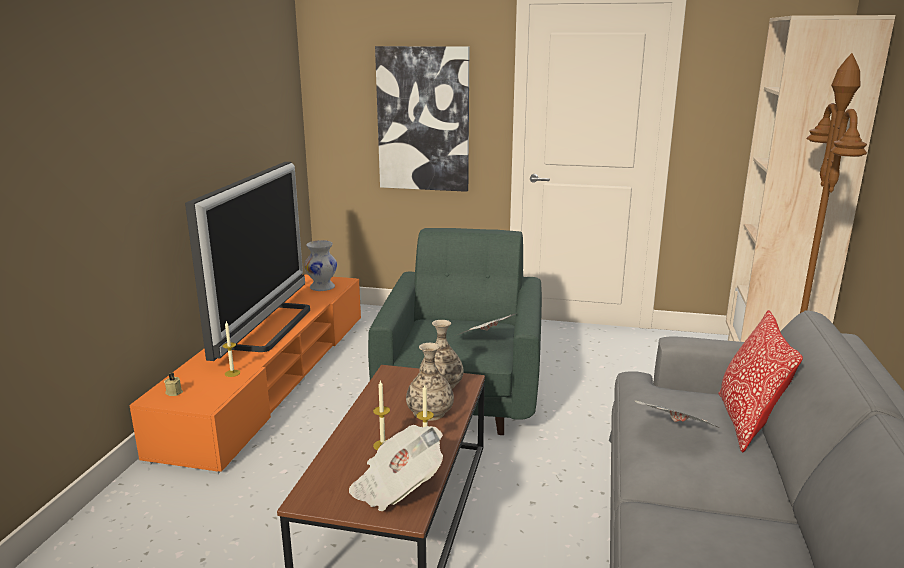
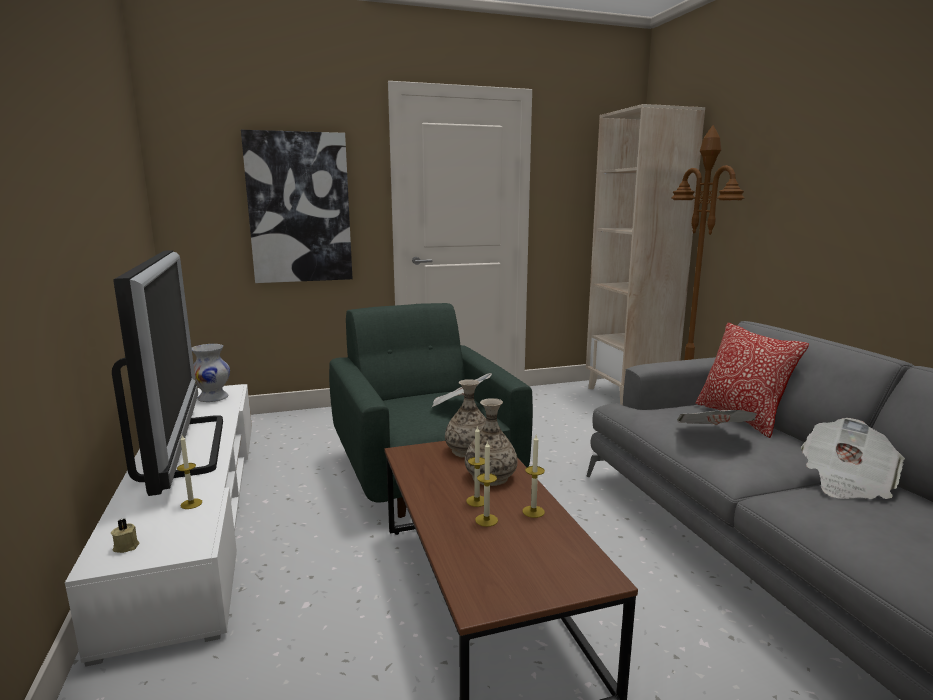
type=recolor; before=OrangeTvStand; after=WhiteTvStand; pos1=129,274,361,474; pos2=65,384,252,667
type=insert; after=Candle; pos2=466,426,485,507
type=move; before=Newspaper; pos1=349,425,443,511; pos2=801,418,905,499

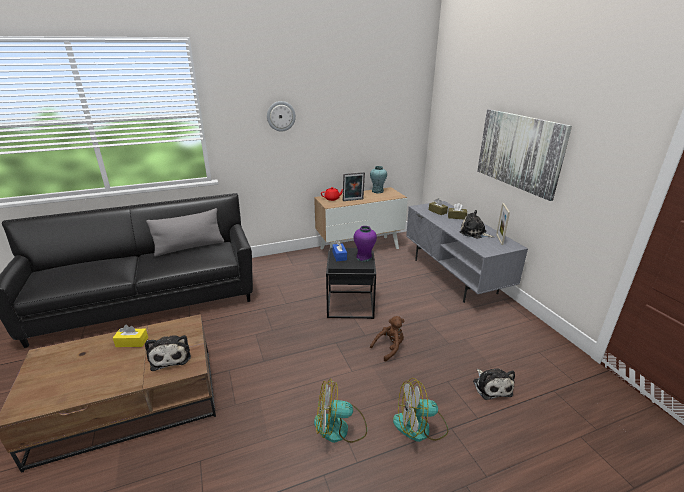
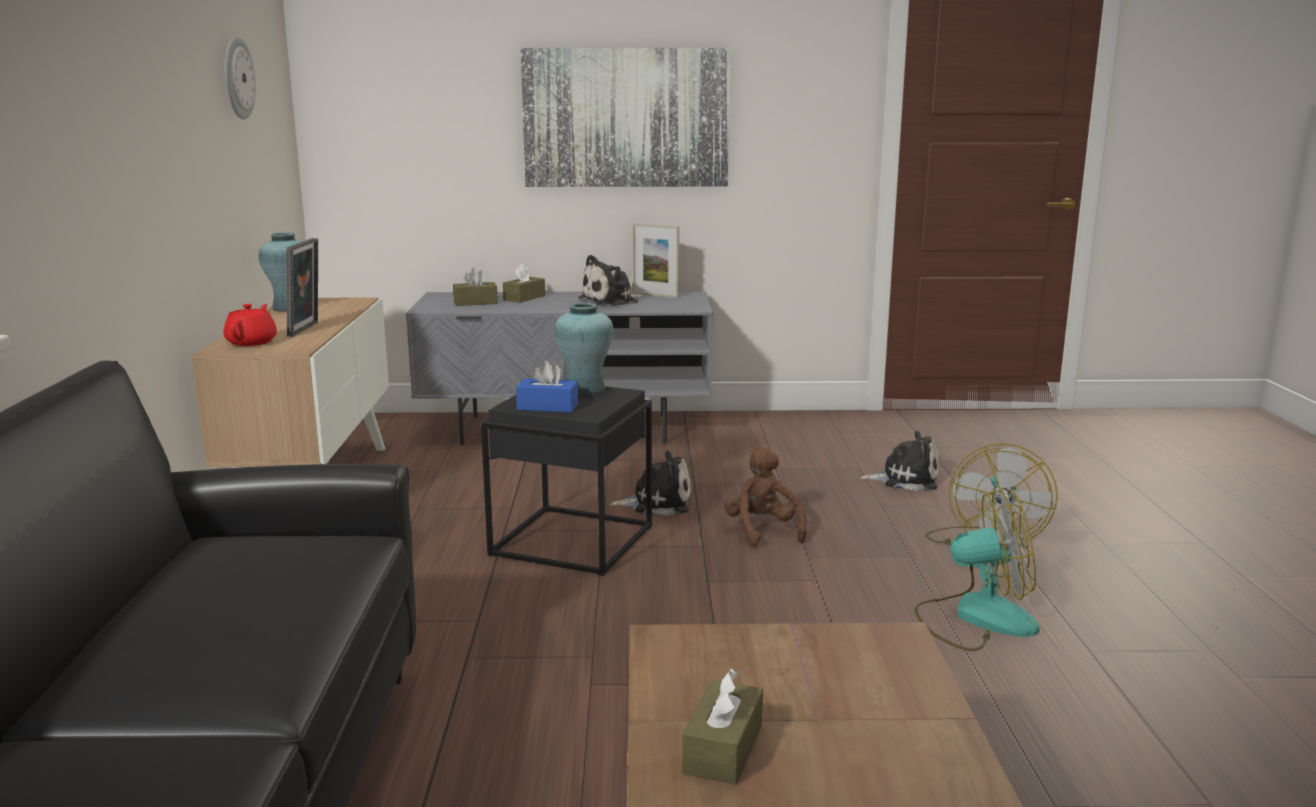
type=move; before=WallClock; pos1=267,101,296,131; pos2=225,37,256,119
type=recolor; before=PurpleVase; after=TurquoiseVase; pos1=354,226,377,262; pos2=554,303,614,396
type=move; before=PlushToy; pos1=145,335,191,371; pos2=610,450,691,516
type=recolor; before=YellowTissueBox; after=BrownTissueBox; pos1=113,325,148,347; pos2=682,668,763,785
type=rotate; before=Fan; pos1=314,379,367,443; pos2=915,485,1040,651; turn=-105
type=delete; before=GreyPillow; pos1=146,208,224,256

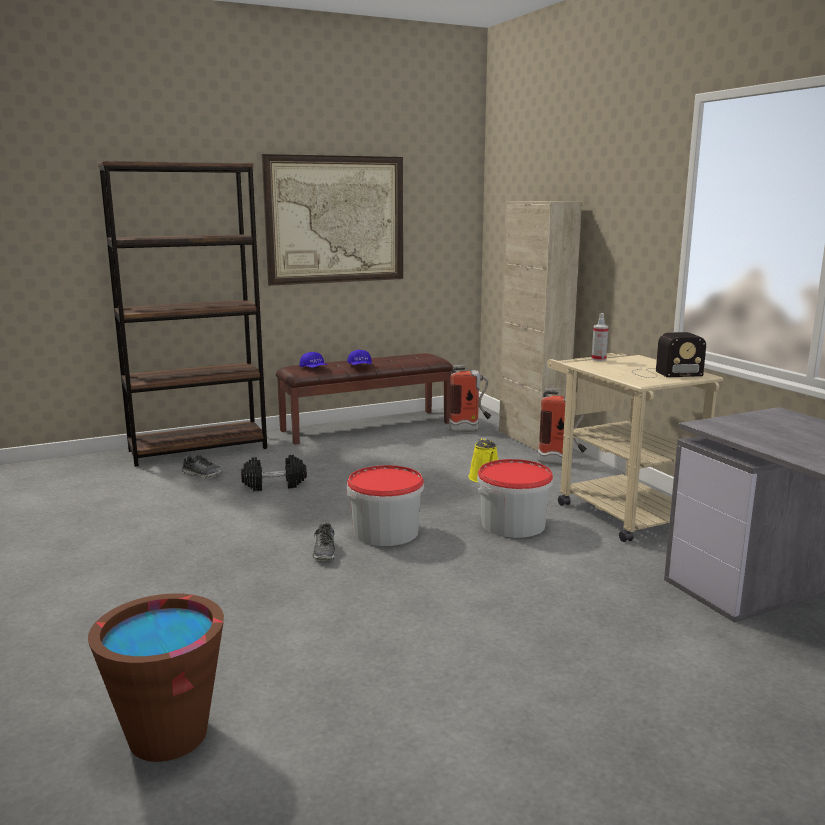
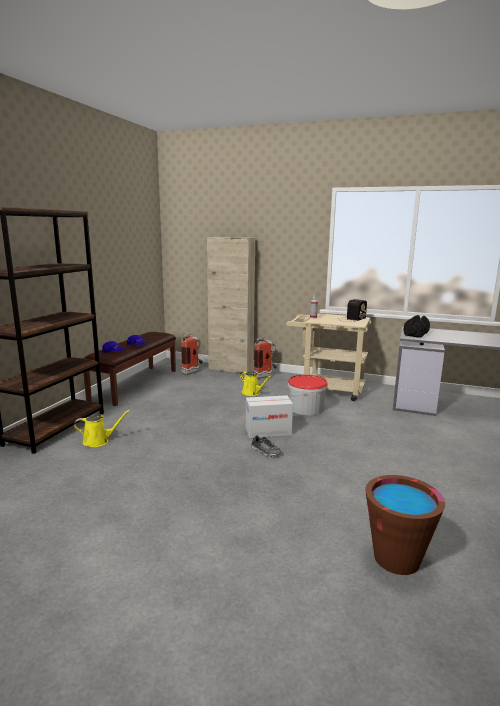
type=replace; before=Shoe; after=YellowWateringCan; pos1=182,455,222,478; pos2=74,410,130,447
type=replace; before=Bucket; after=CardboardBox; pos1=346,465,424,546; pos2=246,395,293,438
type=move; before=BlackDumbbell; pos1=241,455,307,491; pos2=403,315,430,338
type=delete; before=Picture; pos1=262,154,403,286

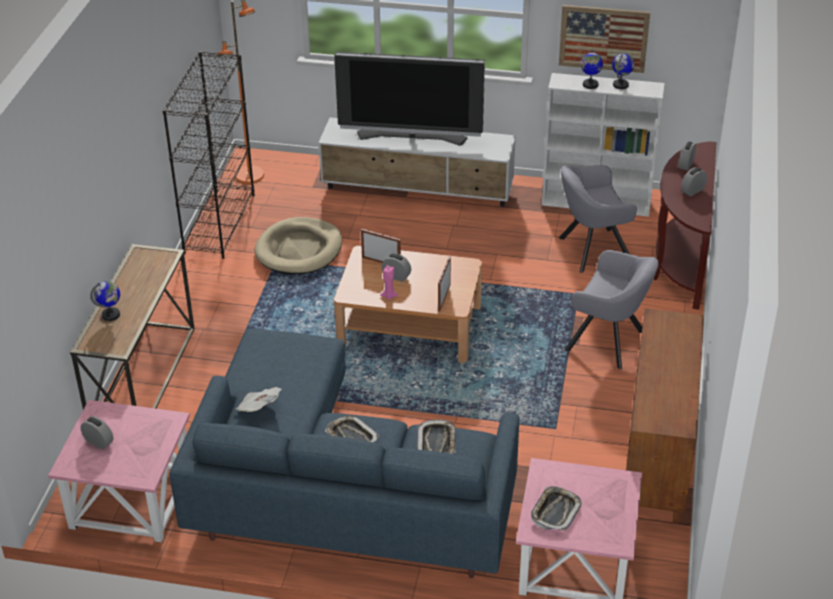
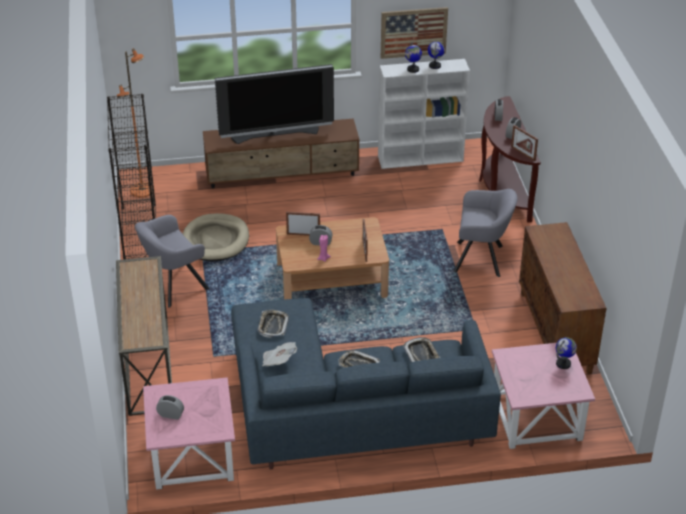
type=move; before=GreyArmchair; pos1=559,165,637,273; pos2=135,215,210,307
type=recolor; before=WhiteTvStand; after=BrownTvStand; pos1=318,117,516,207; pos2=203,118,360,188
type=move; before=Tray; pos1=531,487,581,531; pos2=257,310,289,338
type=insert; after=PictureFrame; pos2=511,125,538,161
type=move; before=Globe; pos1=90,281,120,321; pos2=556,337,577,369

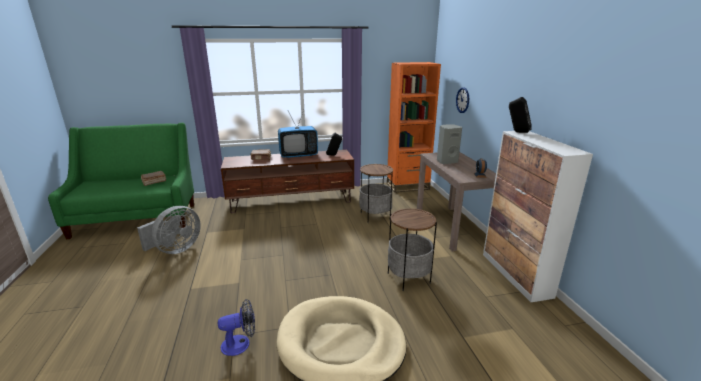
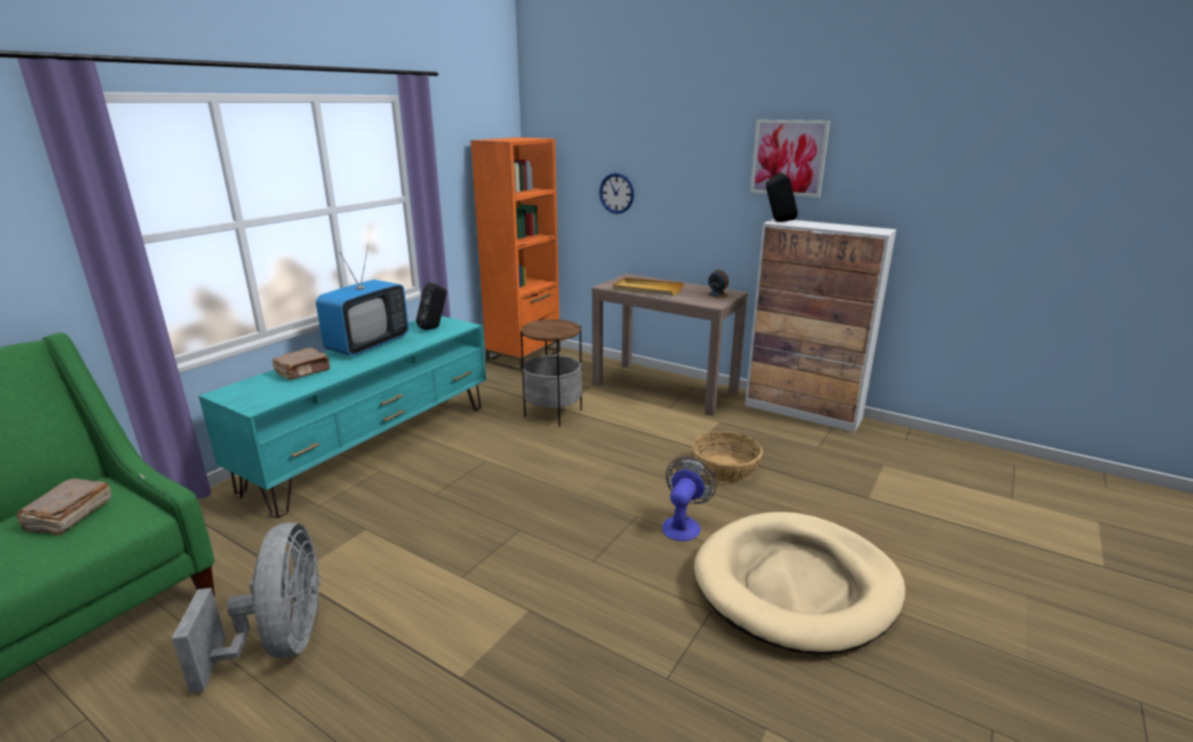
type=recolor; before=BrownTvStand; after=TurquoiseTvStand; pos1=221,150,354,213; pos2=199,316,486,518
type=replace; before=GreySpeaker; after=BeigeTray; pos1=437,124,462,164; pos2=612,278,684,296
type=move; before=Fan; pos1=218,299,255,356; pos2=662,457,716,541
type=replace; before=SideTable; after=Basket; pos1=388,208,437,291; pos2=692,431,763,483
type=insert; after=Picture; pos2=750,120,830,198

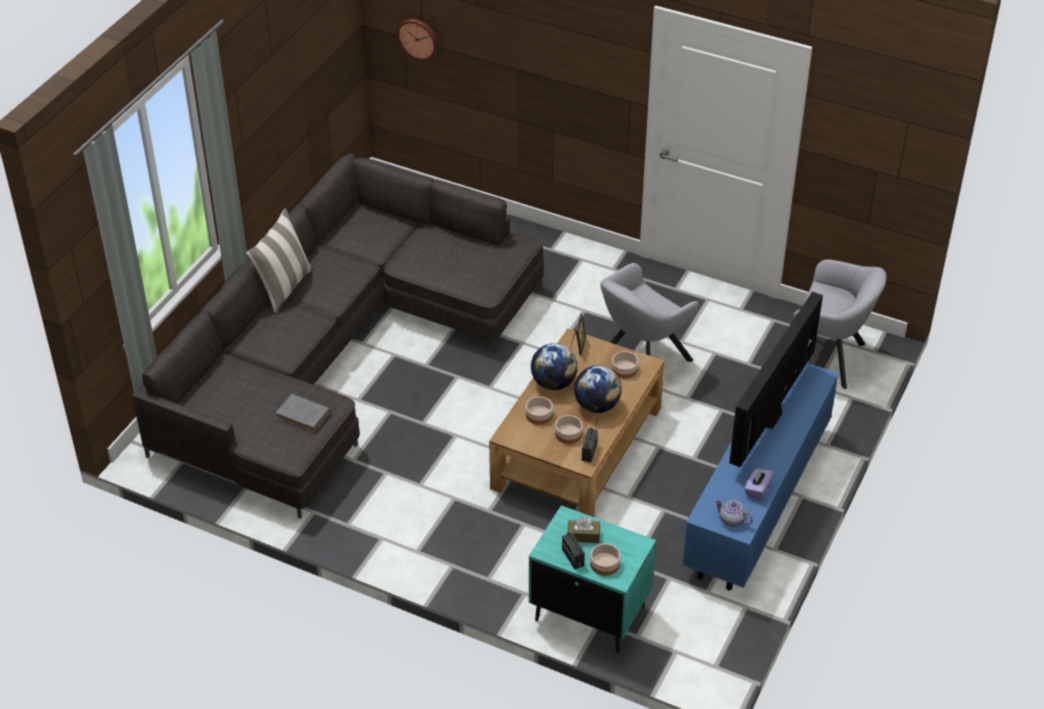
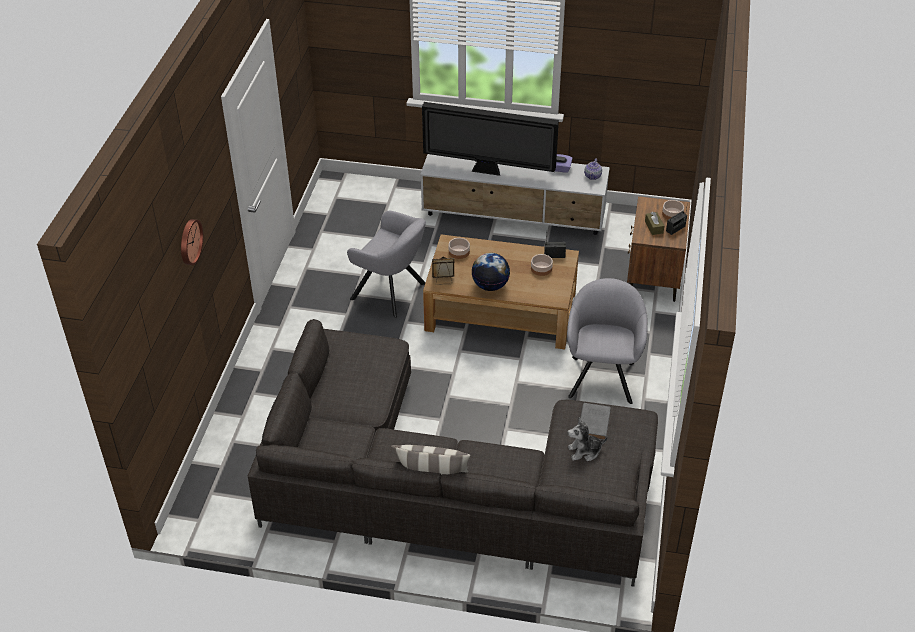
type=move; before=WallClock; pos1=397,19,438,60; pos2=181,219,203,265
type=recolor; before=BlueTvStand; after=WhiteTvStand; pos1=682,363,839,591; pos2=420,154,610,235
type=move; before=GreyArmchair; pos1=793,259,887,389; pos2=567,278,648,404
type=insert; after=PlushToy; pos2=567,417,608,461
type=recolor; before=TurquoiseNightstand; after=BrownNightstand; pos1=529,505,656,653; pos2=627,196,690,302
type=delete; before=Bowl; pos1=526,396,553,425
type=delete; before=Globe; pos1=574,365,622,413

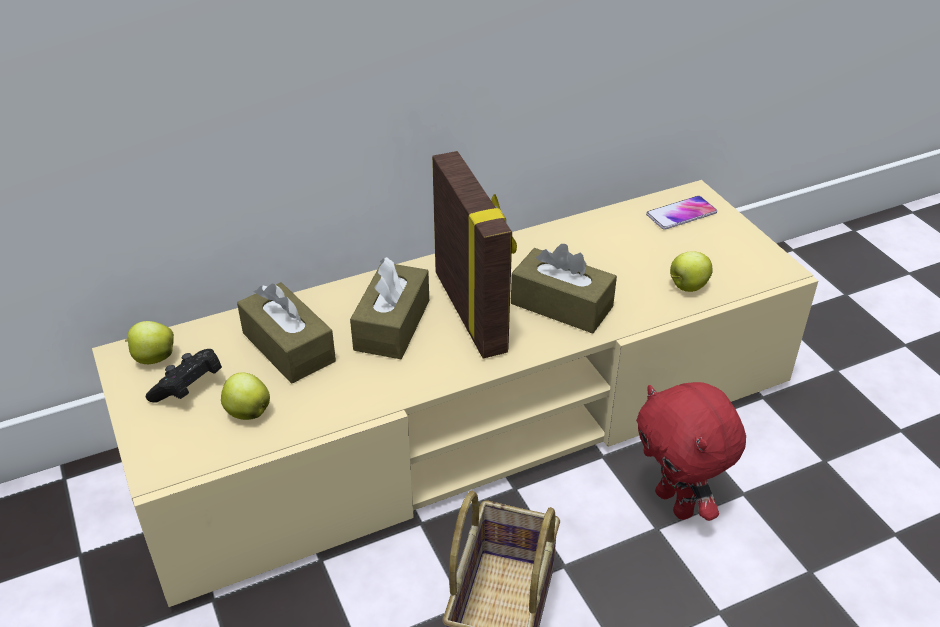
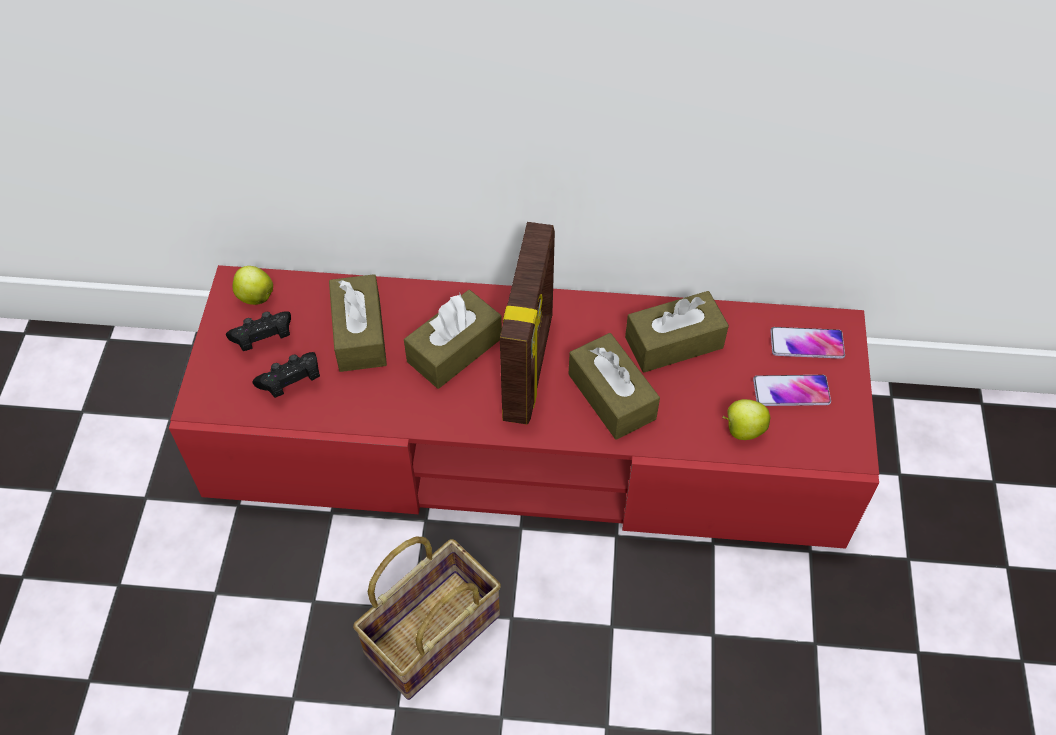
type=recolor; before=BeigeTvStand; after=RedTvStand; pos1=92,180,818,607; pos2=169,265,879,549
type=replace; before=Apple; after=BlackGameController; pos1=221,372,270,420; pos2=252,352,320,398
type=insert; after=BrownTissueBox; pos2=625,291,729,372
type=insert; after=Phone; pos2=753,375,831,406
type=delete; before=RedPlushToy; pos1=636,382,746,521

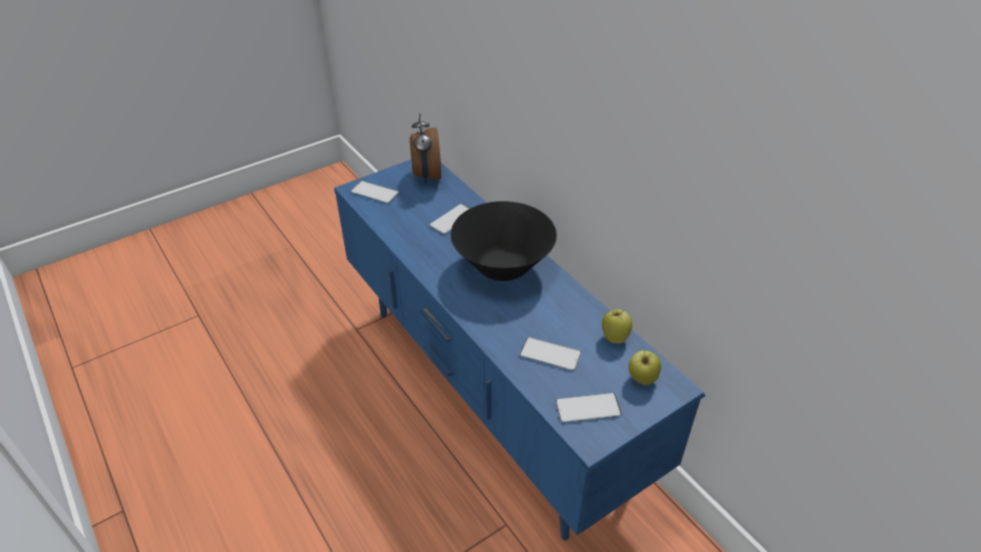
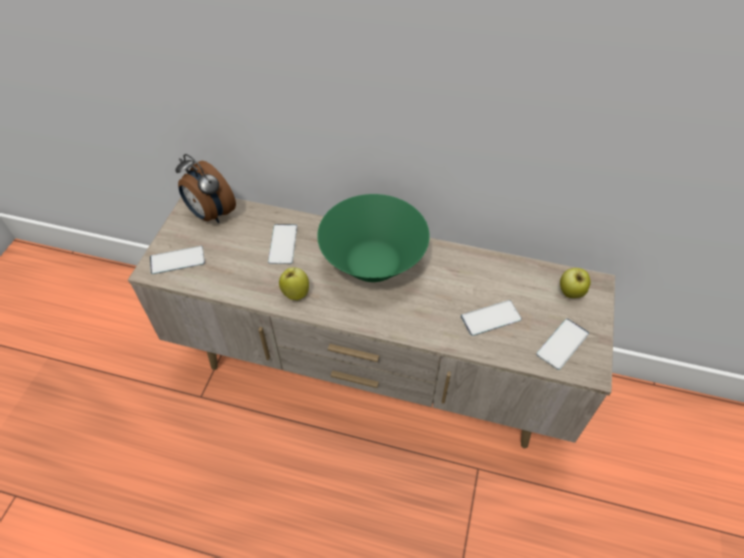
type=recolor; before=BlueTvStand; after=BeigeTvStand; pos1=334,160,705,541; pos2=128,197,615,448
type=move; before=Apple; pos1=602,309,632,344; pos2=279,267,309,300
type=recolor; before=BlackBowl; after=GreenBowl; pos1=451,201,557,281; pos2=317,194,430,282

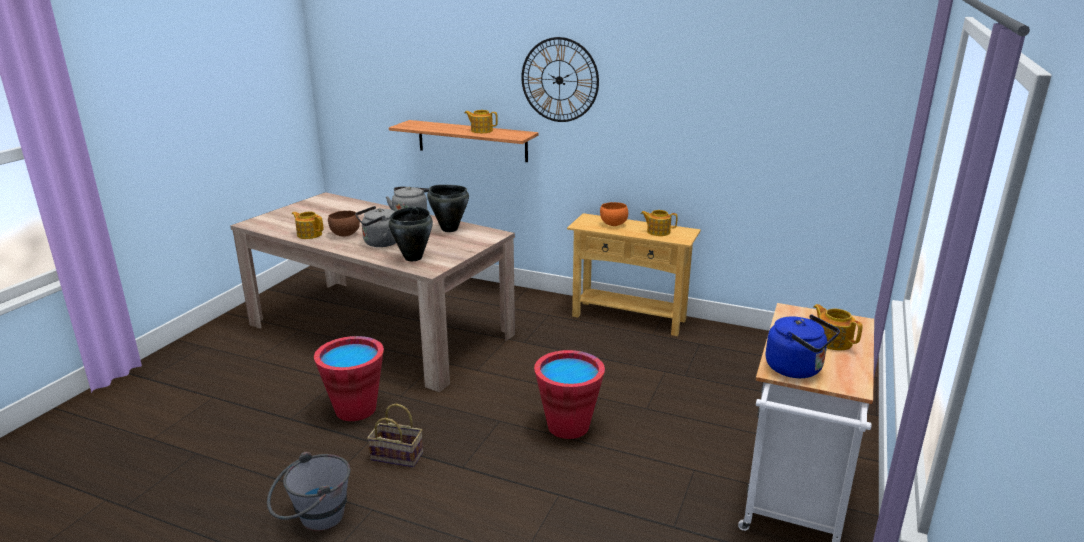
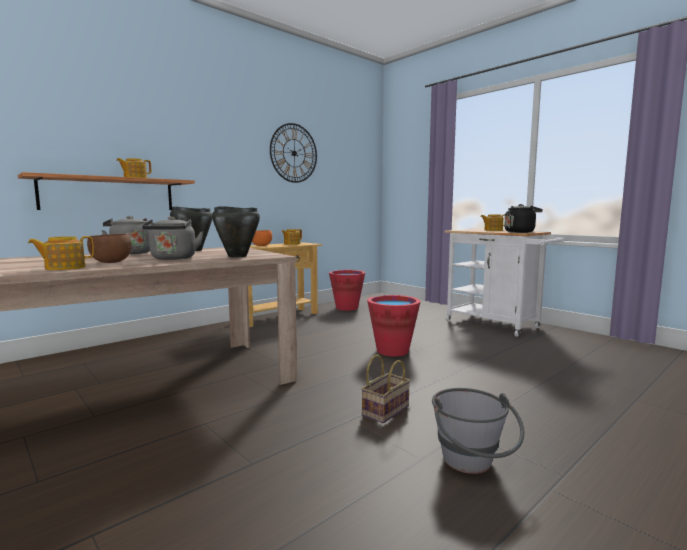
type=move; before=WallClock; pos1=521,37,599,122; pos2=270,123,317,183
type=move; before=RedBucket; pos1=314,336,384,421; pos2=329,270,365,311
type=recolor; before=BlueKettle; after=BlackKettle; pos1=765,315,840,378; pos2=504,204,543,233

